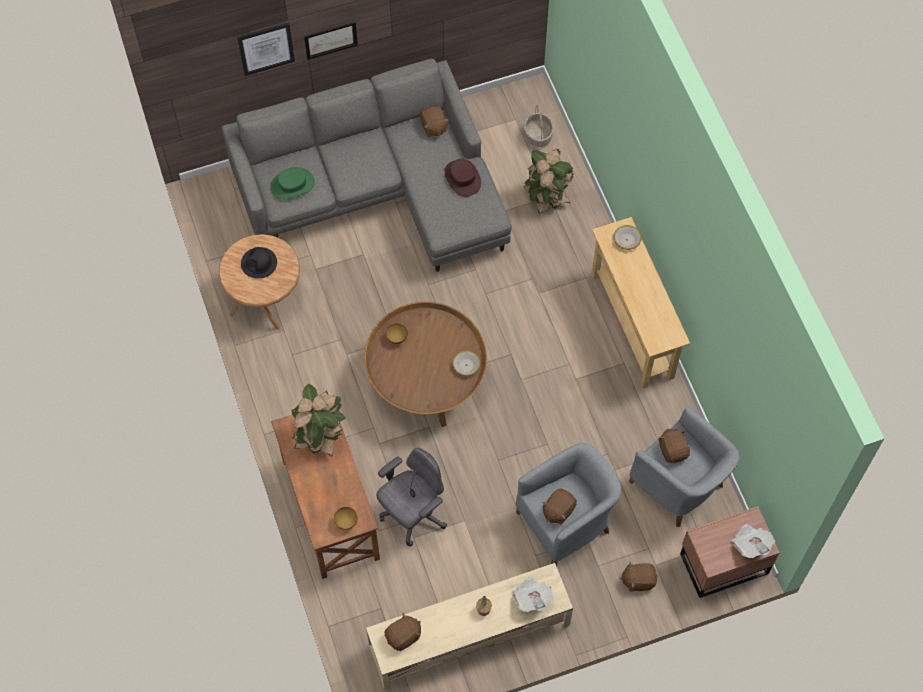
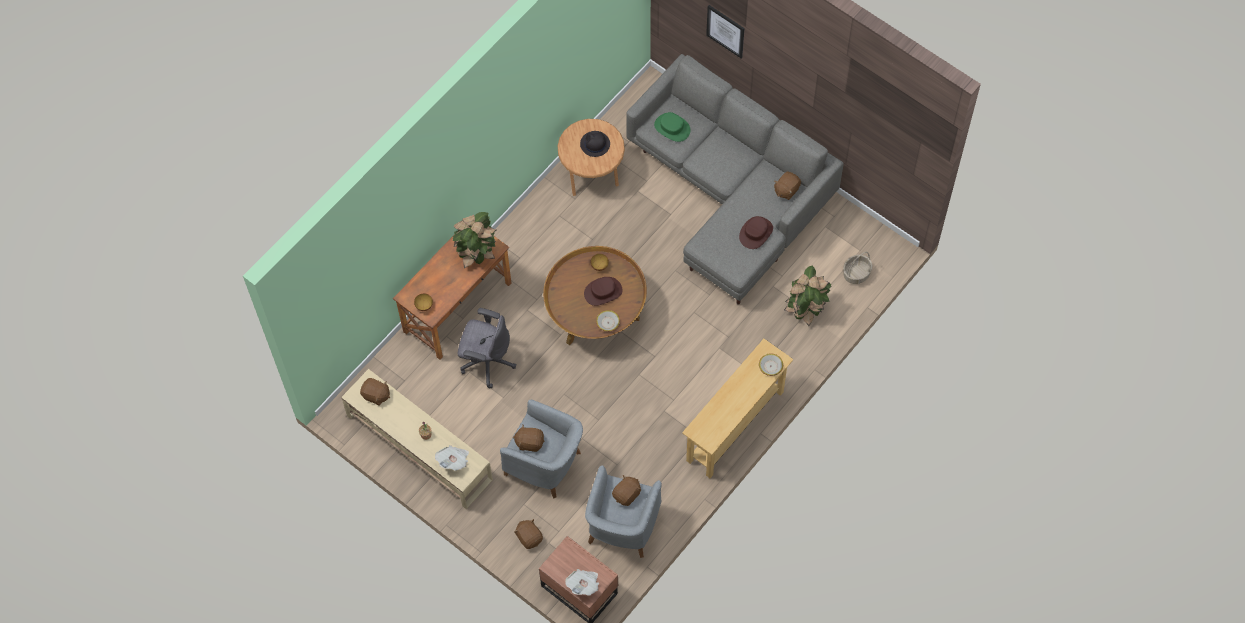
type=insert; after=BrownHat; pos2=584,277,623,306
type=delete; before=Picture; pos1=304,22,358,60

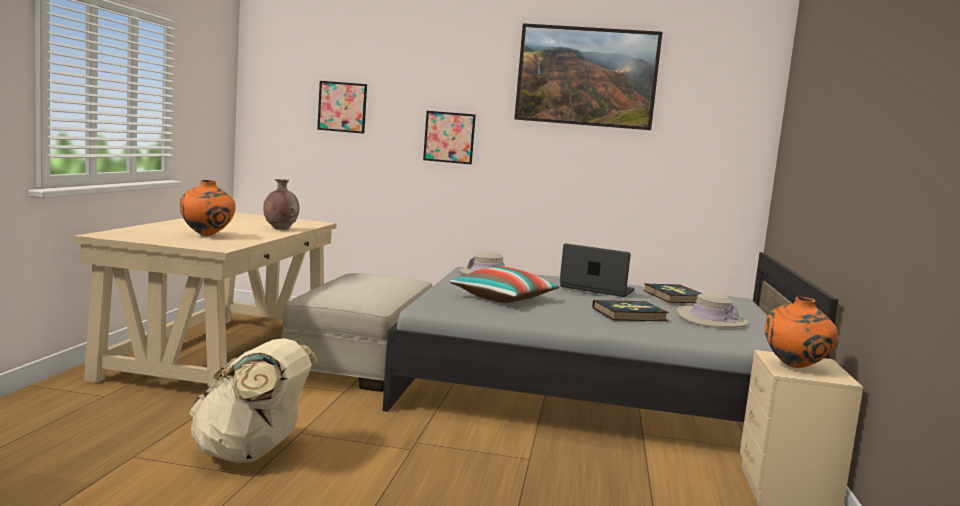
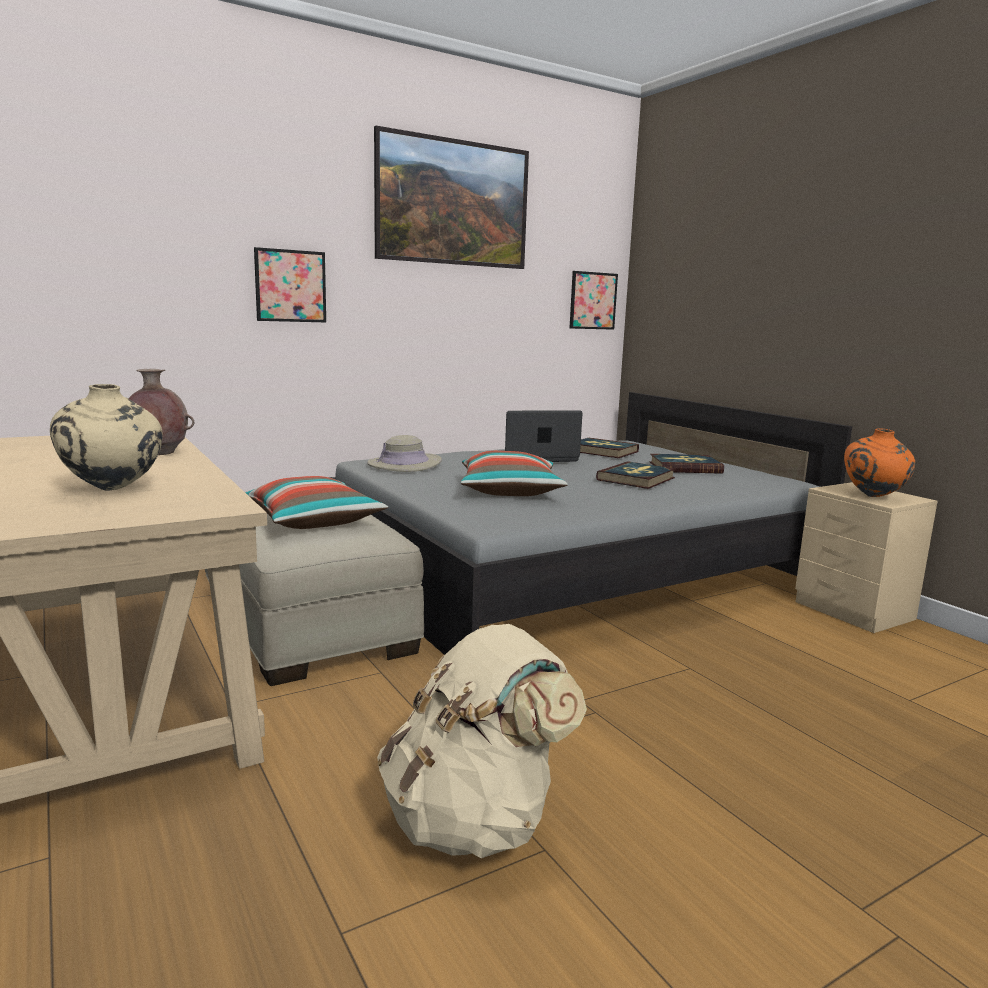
type=recolor; before=OrangeVase; after=BeigeVase; pos1=180,180,236,236; pos2=50,384,163,491
type=insert; after=Pillow; pos2=245,476,388,529
type=move; before=Picture; pos1=317,81,367,134; pos2=570,271,618,330
type=replace; before=BeigeHat; after=Book; pos1=677,292,748,328; pos2=649,454,724,474

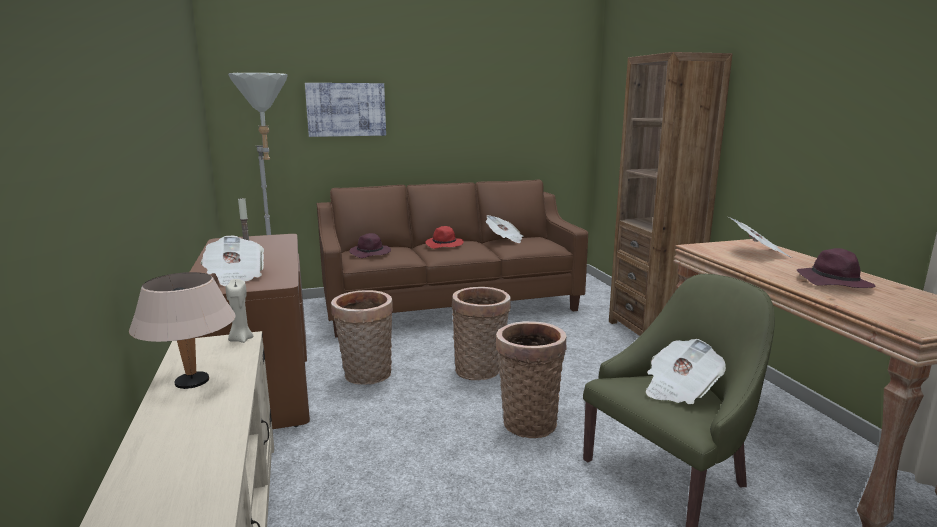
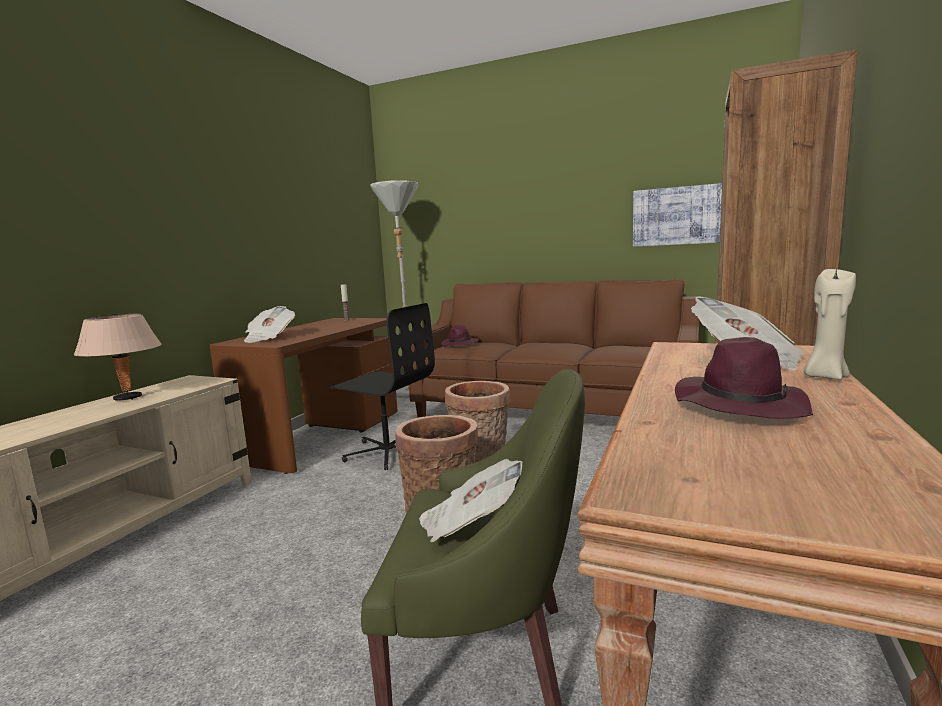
type=replace; before=Basket; after=BlackOfficeChair; pos1=331,290,393,385; pos2=329,303,435,470
type=move; before=Picture; pos1=305,83,386,137; pos2=633,183,722,247
type=move; before=BeigeCandle; pos1=226,279,253,343; pos2=803,267,856,380
type=delete; before=RedHat; pos1=425,226,464,249
type=delete; before=Newspaper; pos1=486,215,523,243

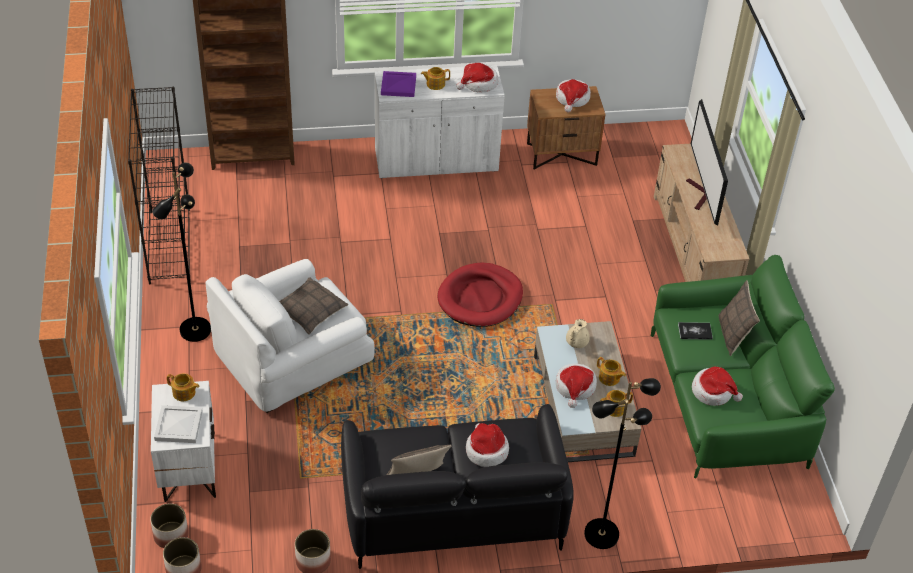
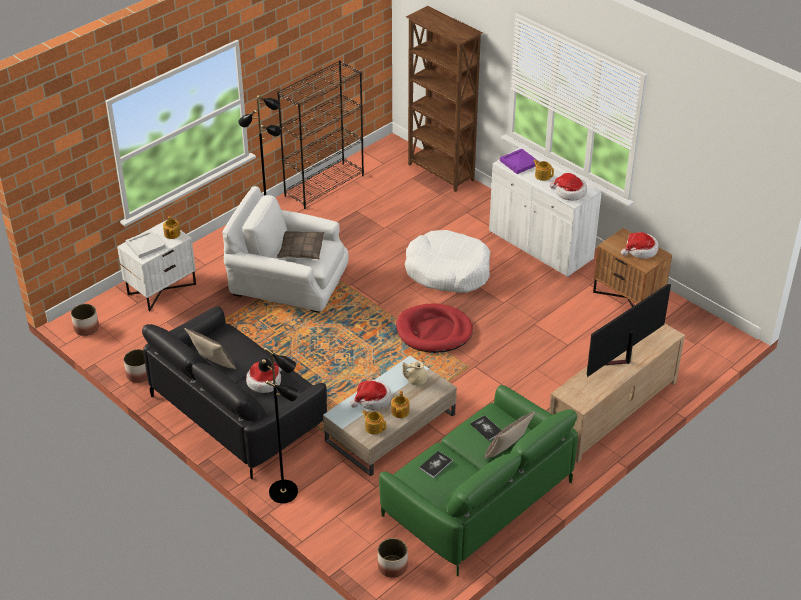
type=move; before=Planter; pos1=150,503,189,548; pos2=378,538,408,578
type=insert; after=WhiteDogBed; pos2=405,230,490,293
type=replace; before=Hat; after=Book; pos1=692,367,743,406; pos2=419,451,453,478

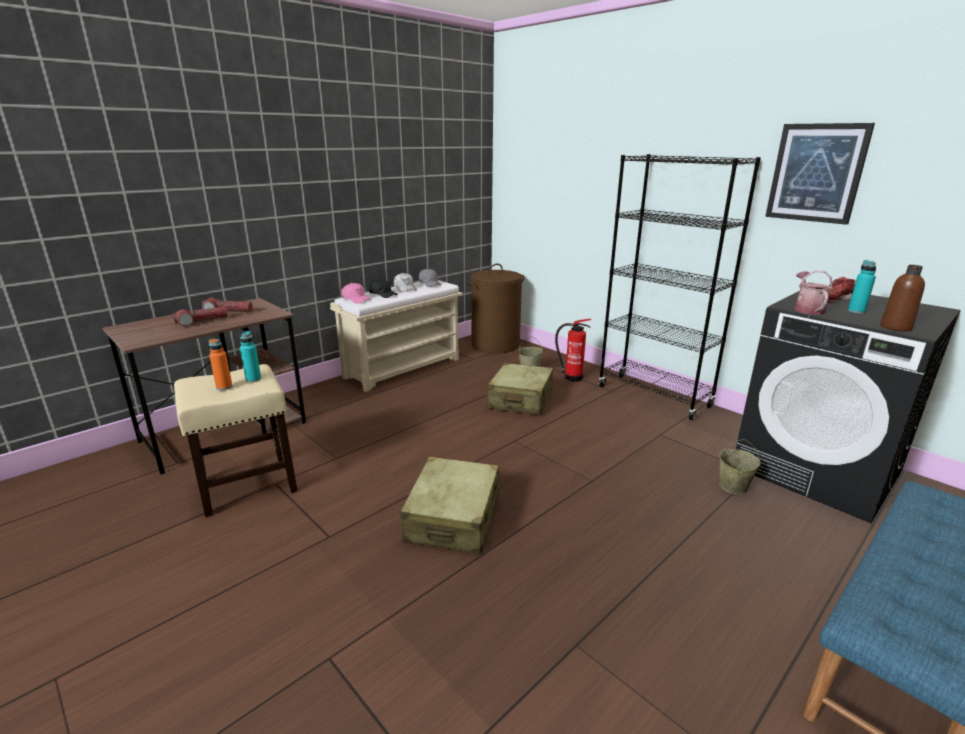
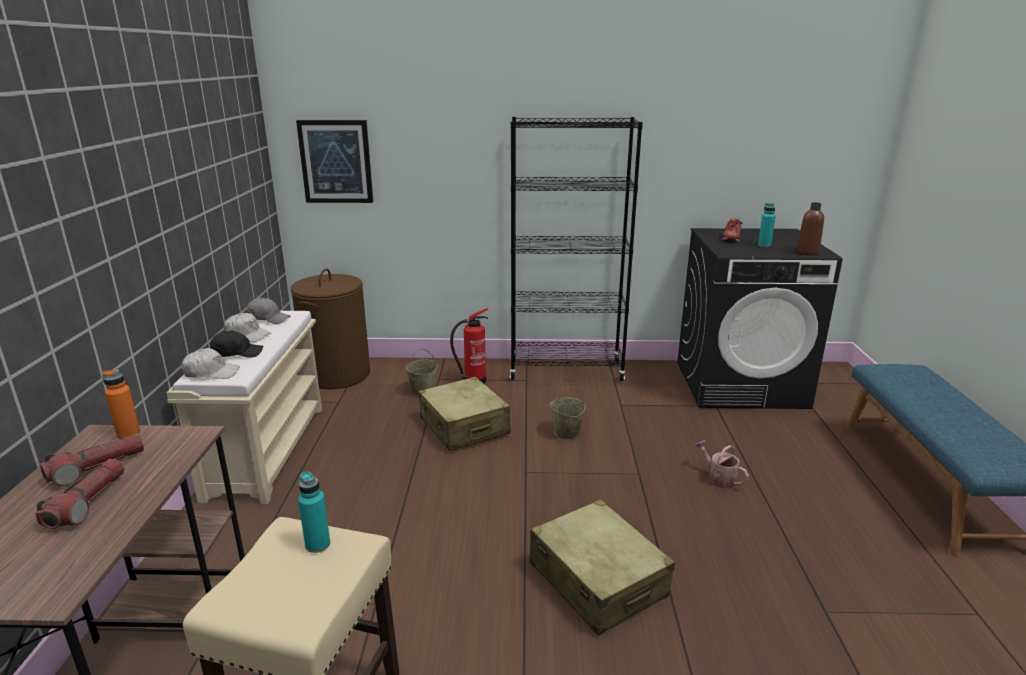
type=move; before=OrangeBottle; pos1=209,339,233,390; pos2=102,369,140,439
type=recolor; before=PinkCap; after=WhiteCap; pos1=342,283,372,303; pos2=182,348,240,379
type=move; before=Picture; pos1=765,123,875,225; pos2=296,120,373,203
type=move; before=BeigeBucket; pos1=719,439,761,494; pos2=550,387,586,440
type=move; before=WateringCan; pos1=795,271,833,315; pos2=695,440,749,488

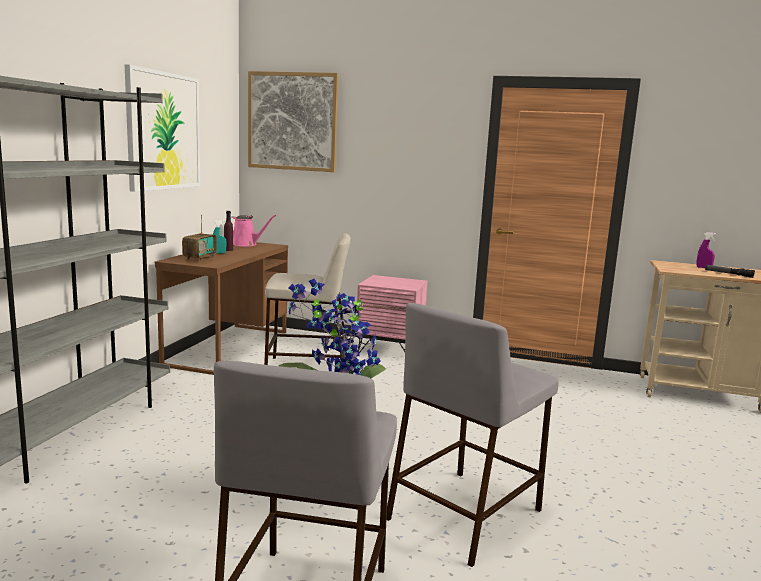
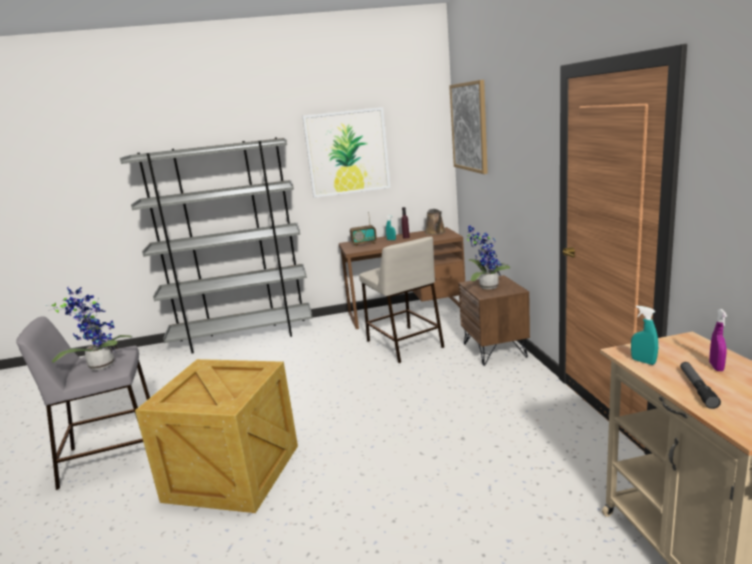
type=replace; before=GreyStool; after=Crate; pos1=386,303,559,567; pos2=135,359,298,513
type=recolor; before=PinkWateringCan; after=BrownWateringCan; pos1=231,215,277,246; pos2=425,209,445,235
type=recolor; before=PinkNightstand; after=BrownNightstand; pos1=356,275,428,352; pos2=459,275,530,366
type=insert; after=PottedPlant; pos2=467,226,510,289
type=insert; after=TurquoiseSprayBottle; pos2=631,306,658,365

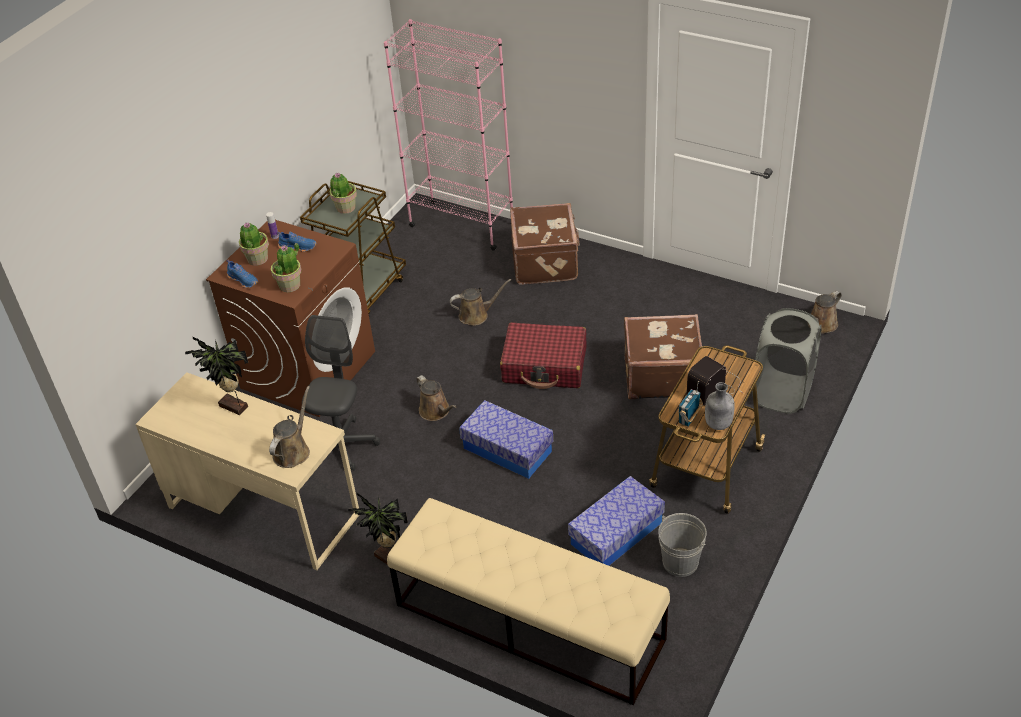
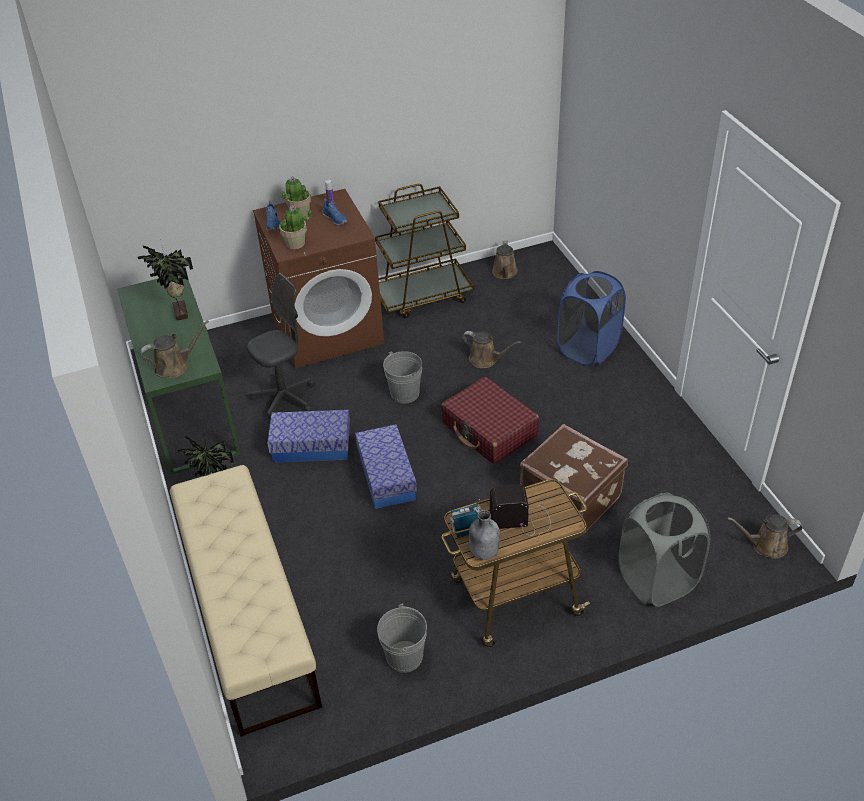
type=recolor; before=BeigeDesk; after=GreenDesk; pos1=135,372,359,570; pos2=117,278,240,475
type=move; before=StorageBox; pos1=568,476,665,566; pos2=267,410,350,463
type=insert; after=GreyBucket; pos2=383,351,422,404
type=move; before=BrownWateringCan; pos1=416,375,456,421; pos2=492,240,518,279
type=replace; before=BrownSuitcase; after=BlueLaundryBasket; pos1=510,203,580,285; pos2=557,271,626,366
type=delete; before=PottedPlant; pos1=329,173,357,214
type=delete; before=PinkBookcase; pos1=384,19,513,251

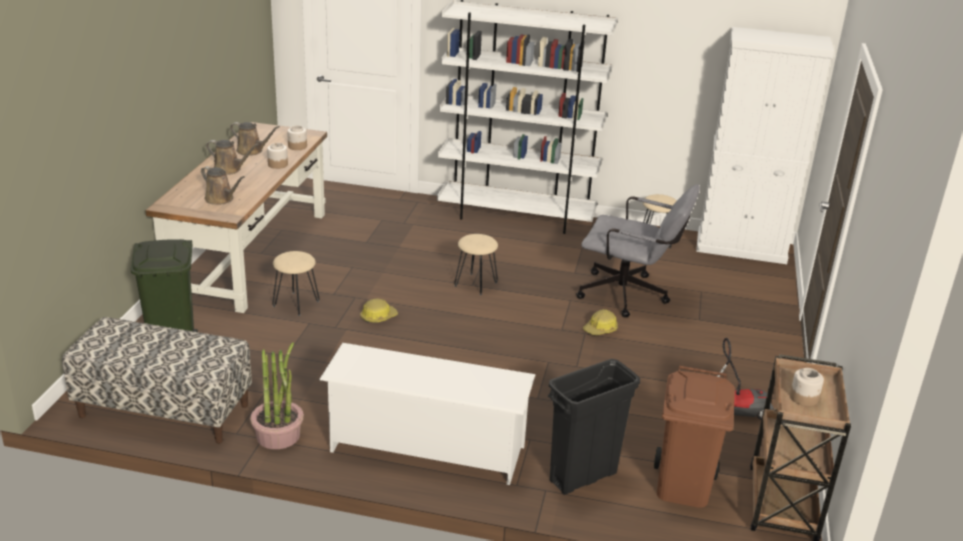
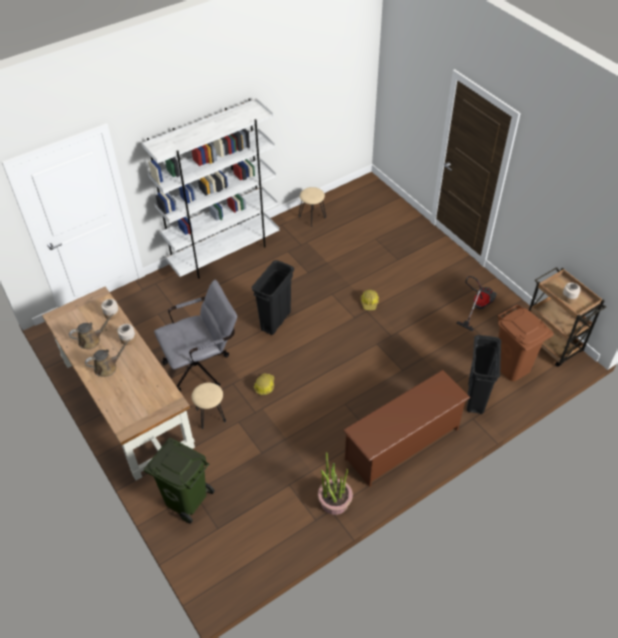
type=move; before=GreyOfficeChair; pos1=576,184,700,317; pos2=154,279,237,392
type=replace; before=BeigeStool; after=BlackTrashCan; pos1=454,234,498,296; pos2=251,260,294,335
type=recolor; before=WhiteShoeRack; after=BrownShoeRack; pos1=319,343,535,485; pos2=343,370,471,487
type=delete; before=Bench; pos1=62,317,252,444
type=delete; before=BrownWateringCan; pos1=201,166,245,205
type=delete; before=WhiteCabinet; pos1=696,27,834,264

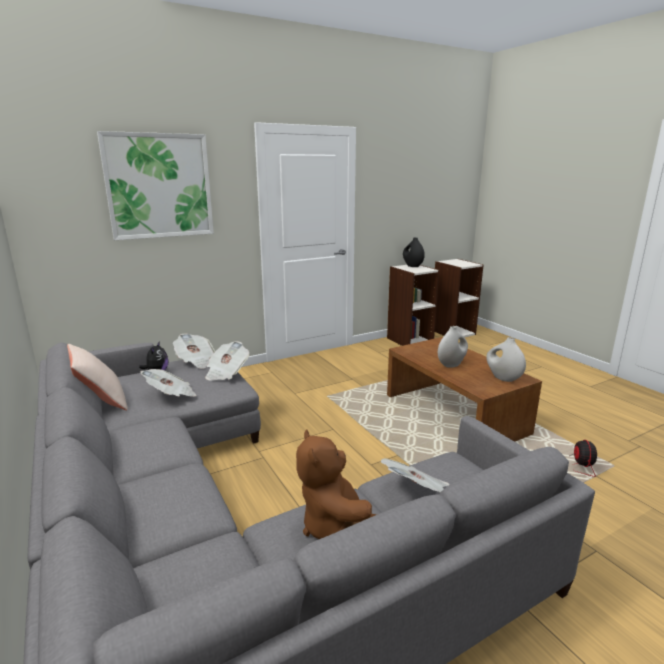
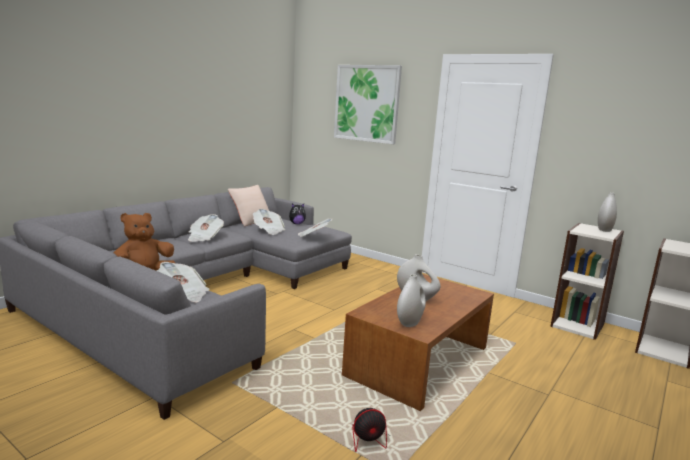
type=move; before=Newspaper; pos1=173,333,215,369; pos2=188,214,224,242
type=recolor; before=BlackVase; after=WhiteVase; pos1=403,238,425,267; pos2=598,192,617,232

